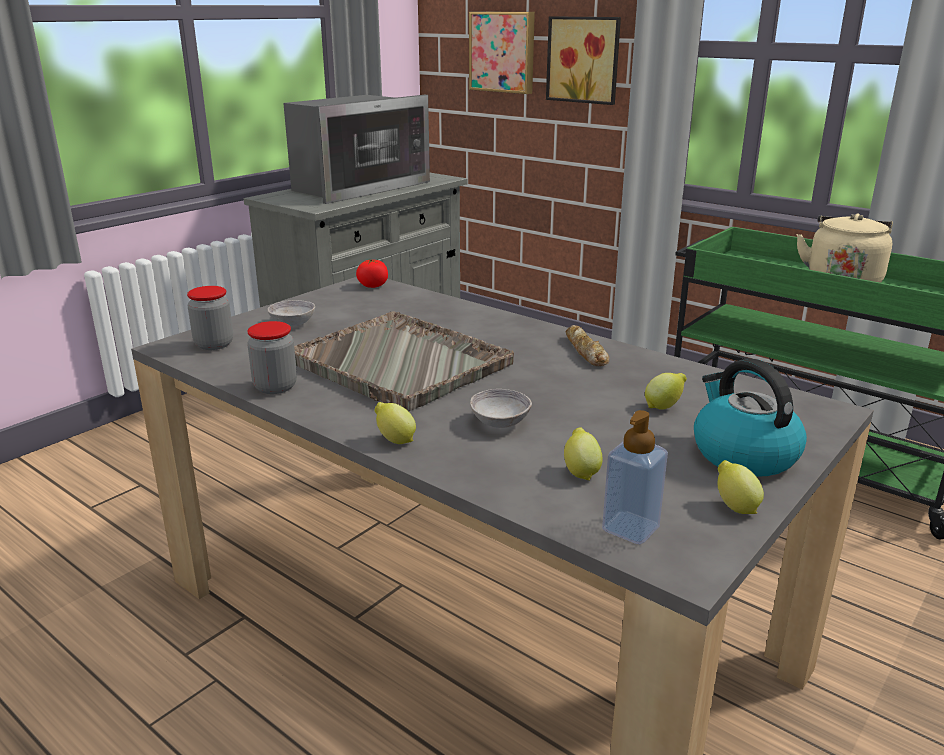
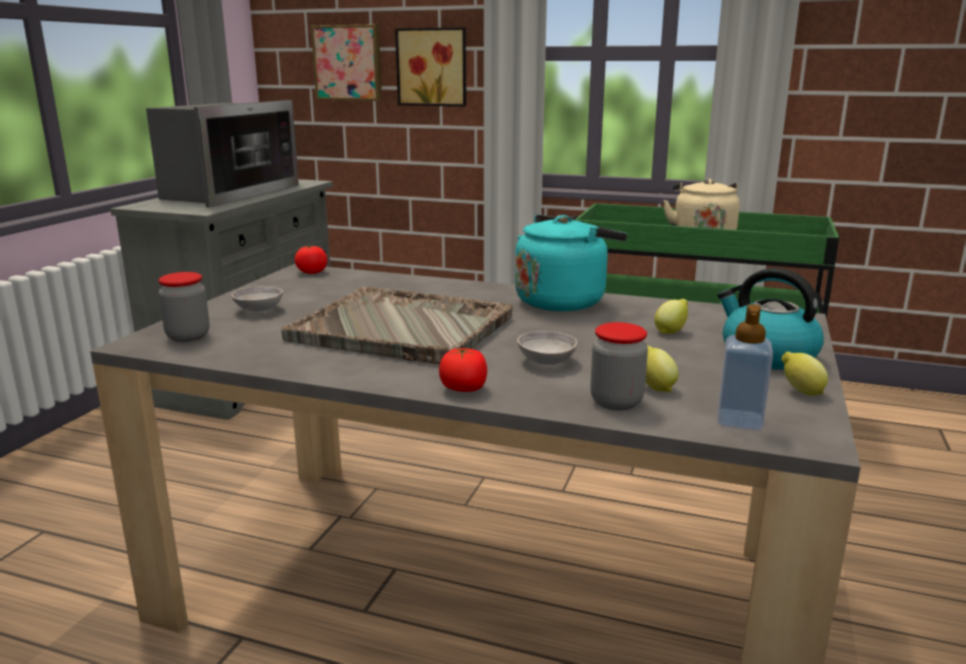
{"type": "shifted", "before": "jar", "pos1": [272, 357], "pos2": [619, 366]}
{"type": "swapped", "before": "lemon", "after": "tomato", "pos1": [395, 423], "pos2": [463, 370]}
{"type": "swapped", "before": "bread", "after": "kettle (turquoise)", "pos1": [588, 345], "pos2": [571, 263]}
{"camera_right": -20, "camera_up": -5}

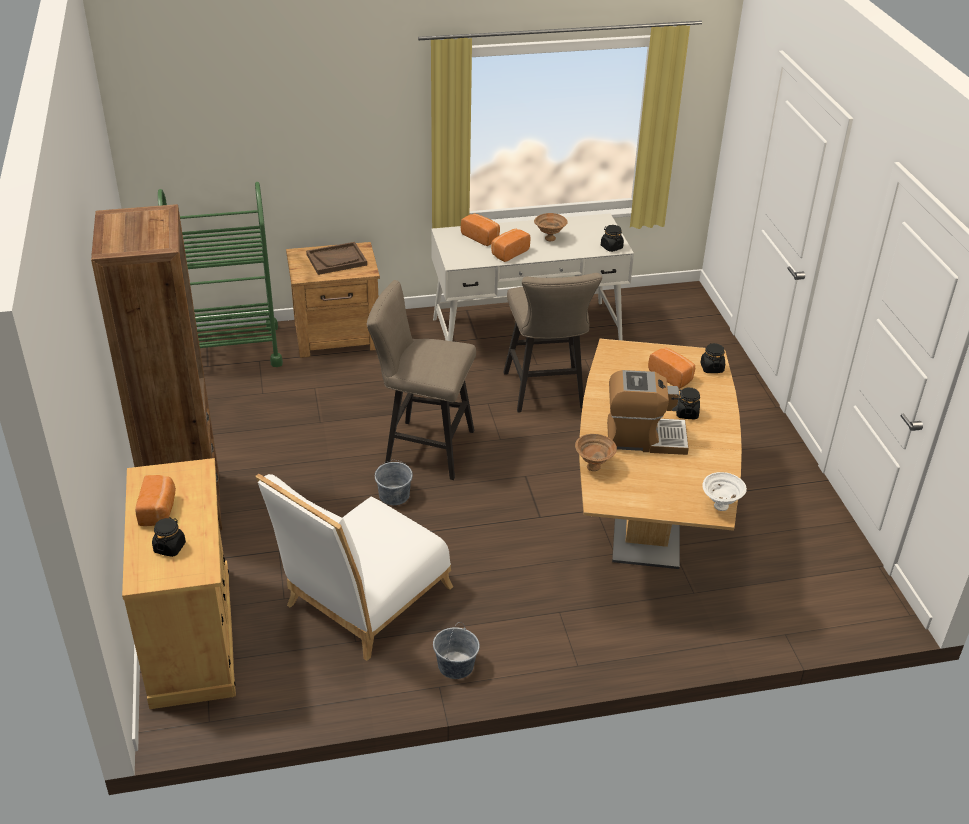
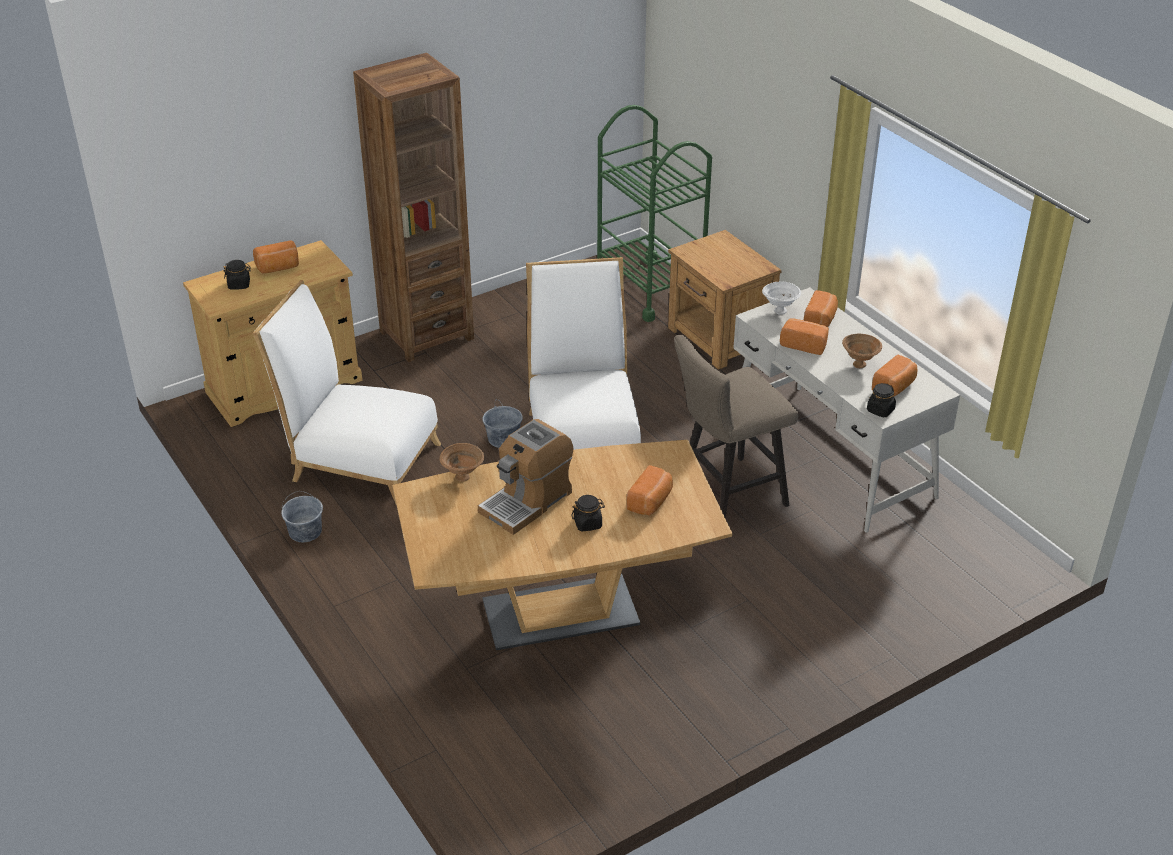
{"type": "gone", "before": "tray (brown)", "pos1": [336, 258]}
{"type": "swapped", "before": "stool (beige)", "after": "chair (white)", "pos1": [421, 380], "pos2": [583, 353]}
{"type": "rotated", "before": "coffee machine", "pos1": [648, 412], "pos2": [525, 477], "turn": 60}
{"type": "gone", "before": "jar (black)", "pos1": [712, 358]}
{"type": "shifted", "before": "bowl (white)", "pos1": [724, 491], "pos2": [781, 298]}
{"type": "new", "after": "bread", "pos2": [894, 376]}
{"camera_right": 70, "camera_up": 0}

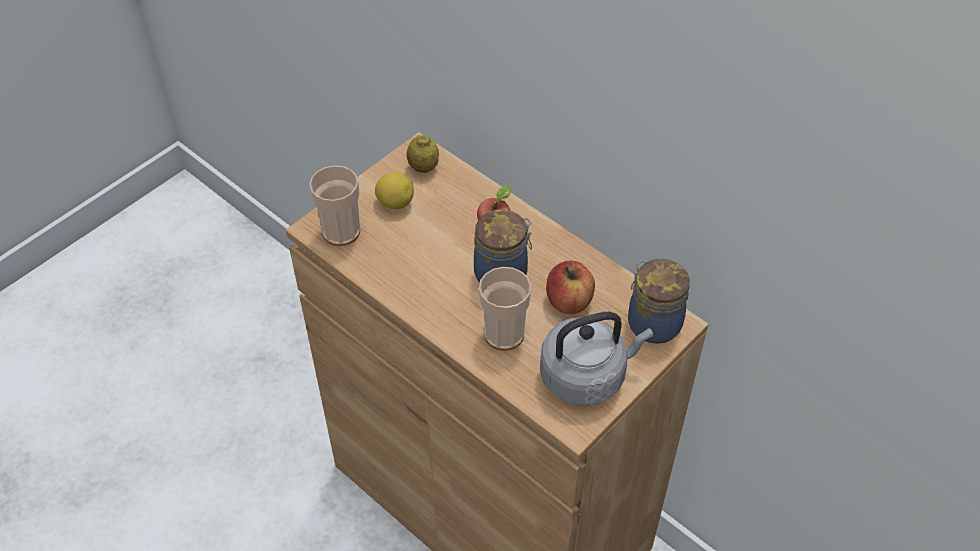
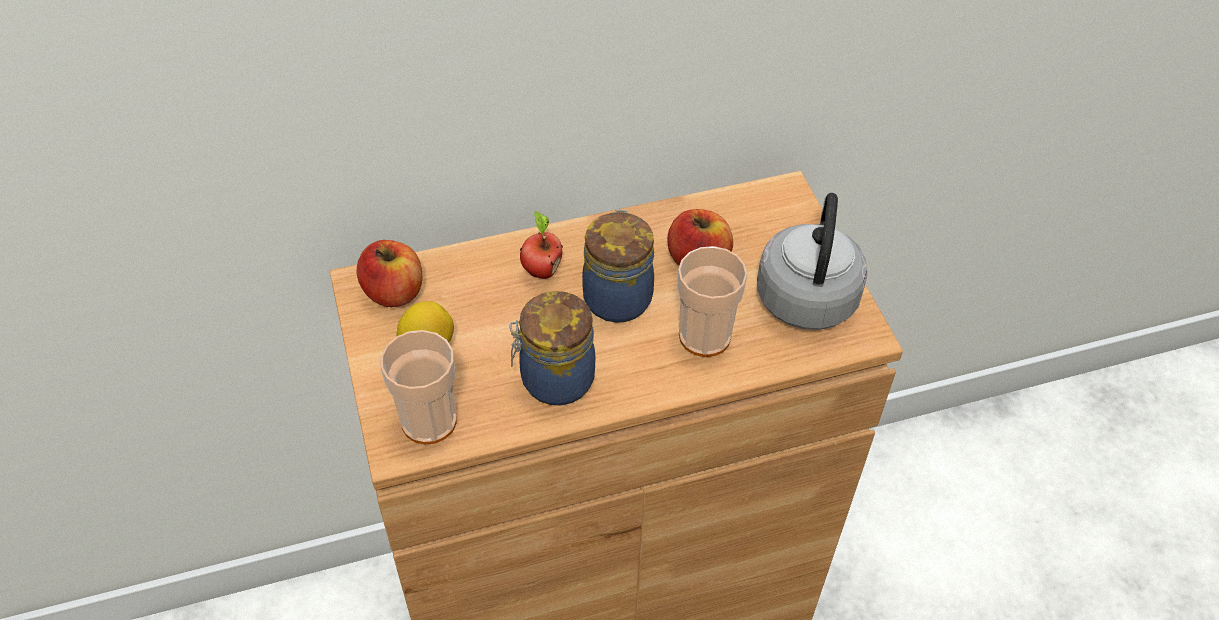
{"type": "swapped", "before": "lemon", "after": "apple", "pos1": [423, 154], "pos2": [389, 273]}
{"type": "shifted", "before": "jar", "pos1": [659, 301], "pos2": [552, 348]}
{"camera_right": -60, "camera_up": 0}

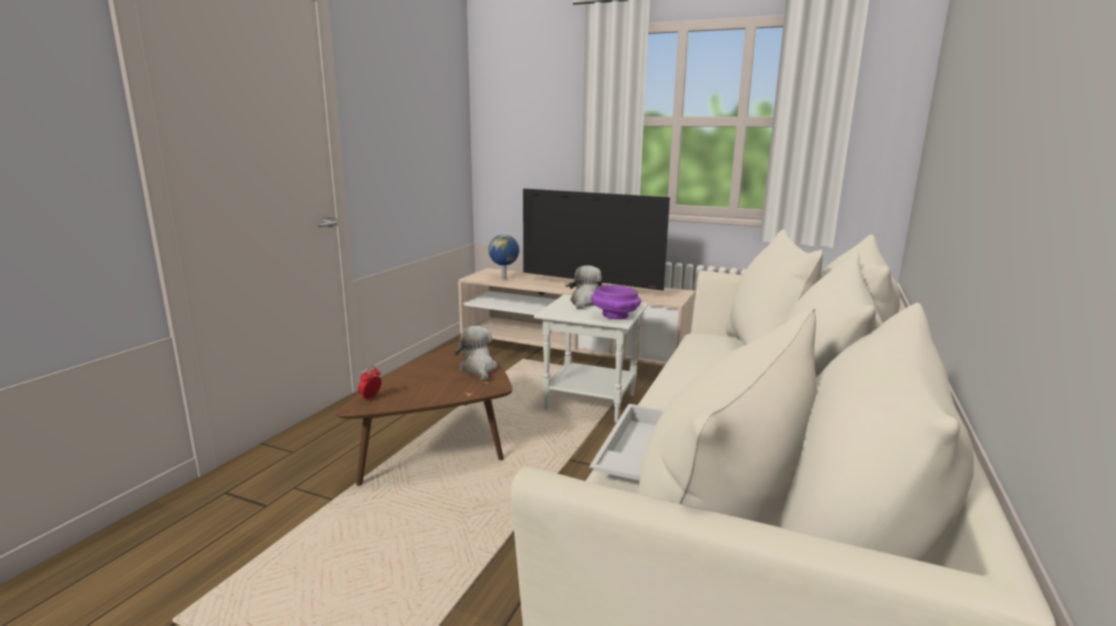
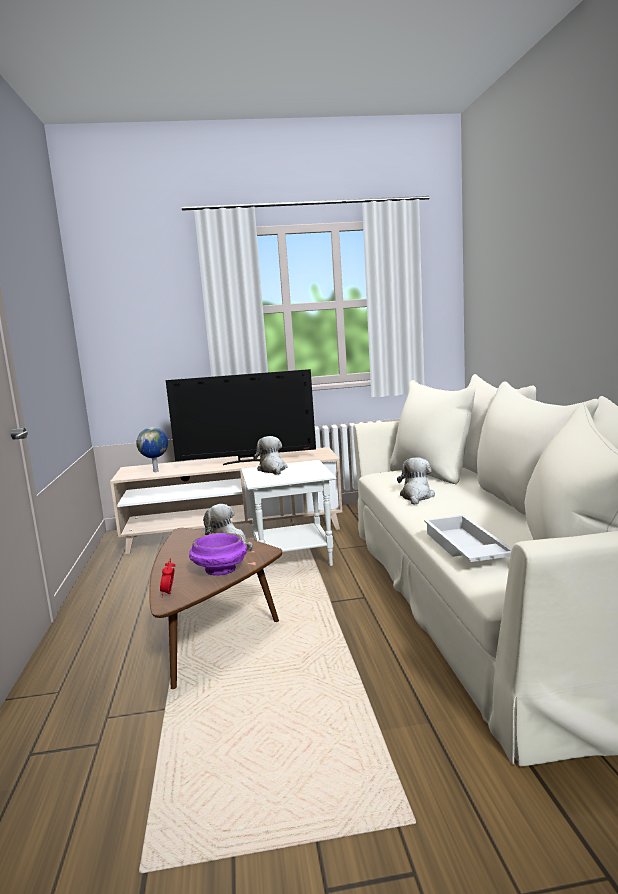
{"type": "shifted", "before": "bowl (purple)", "pos1": [616, 302], "pos2": [218, 554]}
{"type": "new", "after": "plush toy", "pos2": [416, 481]}
{"camera_right": -30, "camera_up": -5}

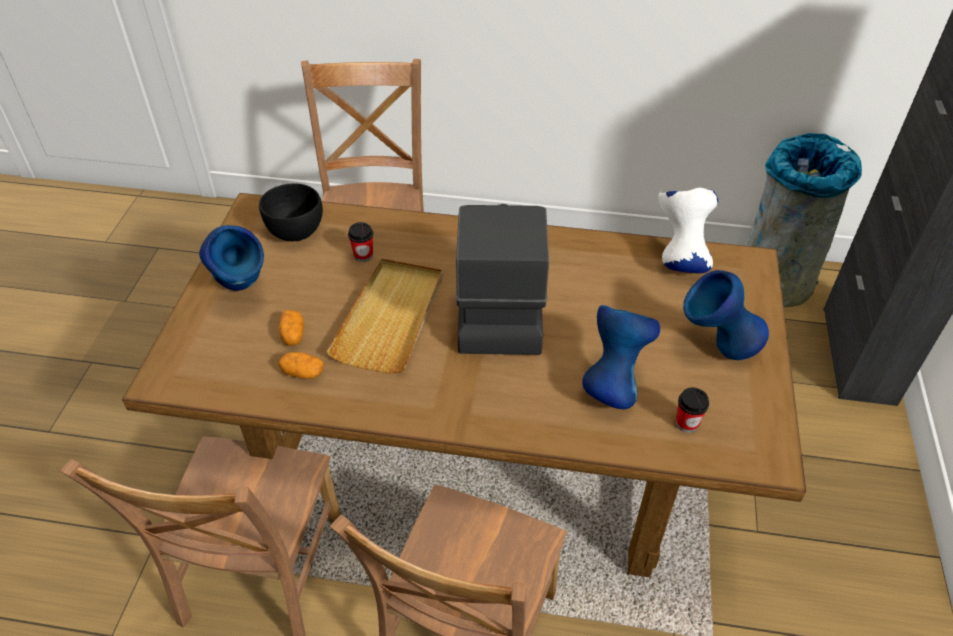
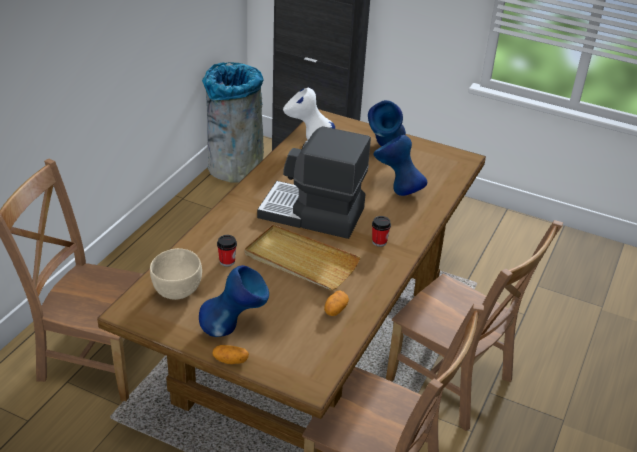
{"type": "repainted", "before": "bowl (black)", "after": "bowl (beige)", "pos1": [291, 212], "pos2": [176, 274]}
{"type": "shifted", "before": "potato", "pos1": [291, 328], "pos2": [231, 354]}
{"type": "shifted", "before": "cup", "pos1": [692, 410], "pos2": [381, 231]}
{"camera_right": -75, "camera_up": -10}

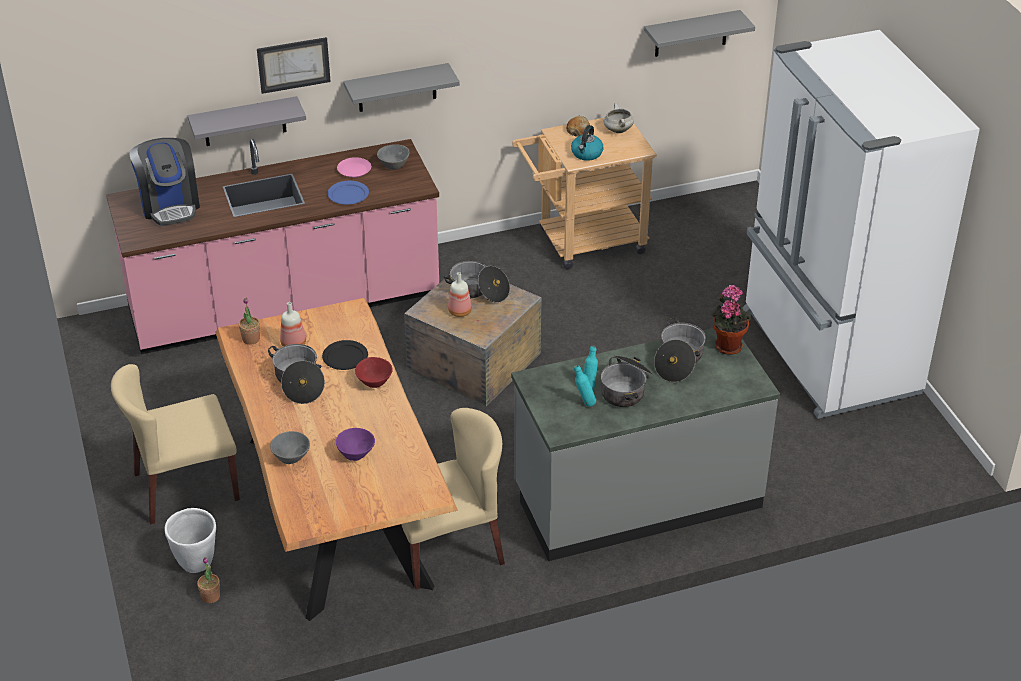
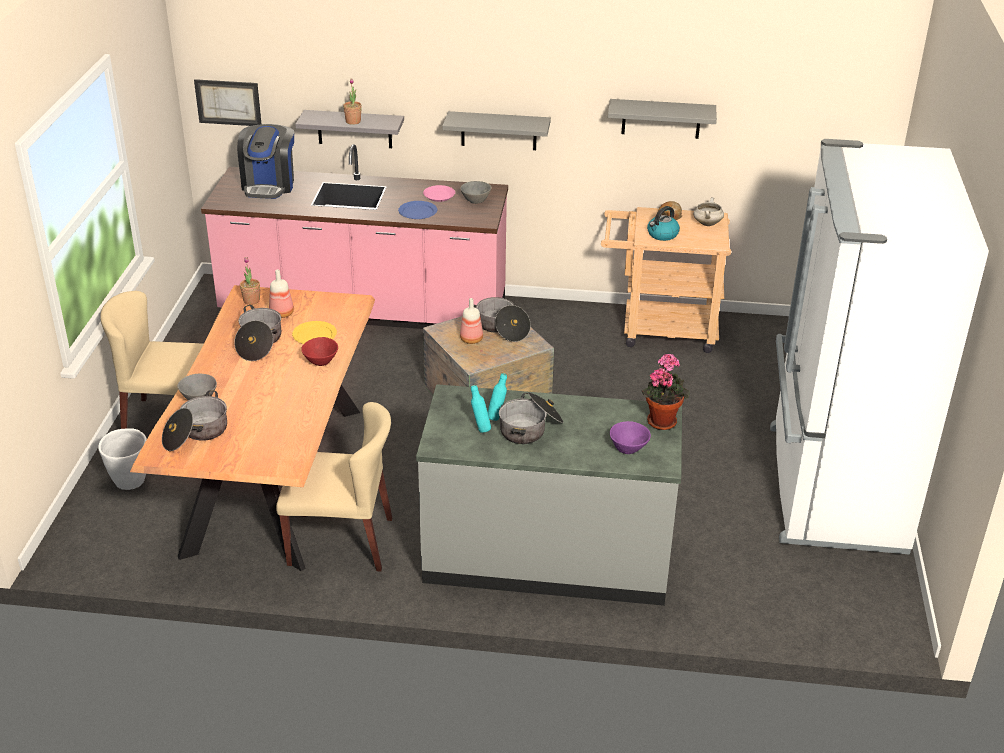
{"type": "shifted", "before": "potted plant", "pos1": [208, 580], "pos2": [352, 101]}
{"type": "shifted", "before": "picture", "pos1": [294, 65], "pos2": [227, 102]}
{"type": "repainted", "before": "plate (black)", "after": "plate (yellow)", "pos1": [345, 355], "pos2": [314, 332]}
{"type": "shifted", "before": "bowl (purple)", "pos1": [355, 444], "pos2": [630, 437]}
{"type": "shifted", "before": "shelf (grey)", "pos1": [699, 33], "pos2": [662, 119]}
{"type": "shifted", "before": "cooking pot", "pos1": [680, 349], "pos2": [194, 420]}
{"camera_right": 25, "camera_up": -5}

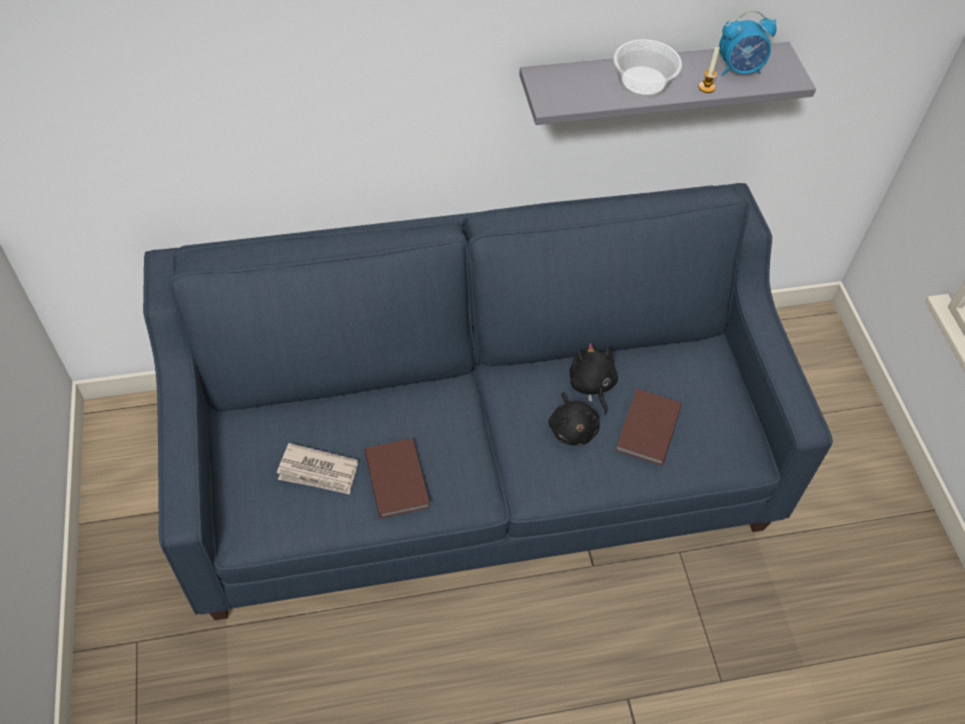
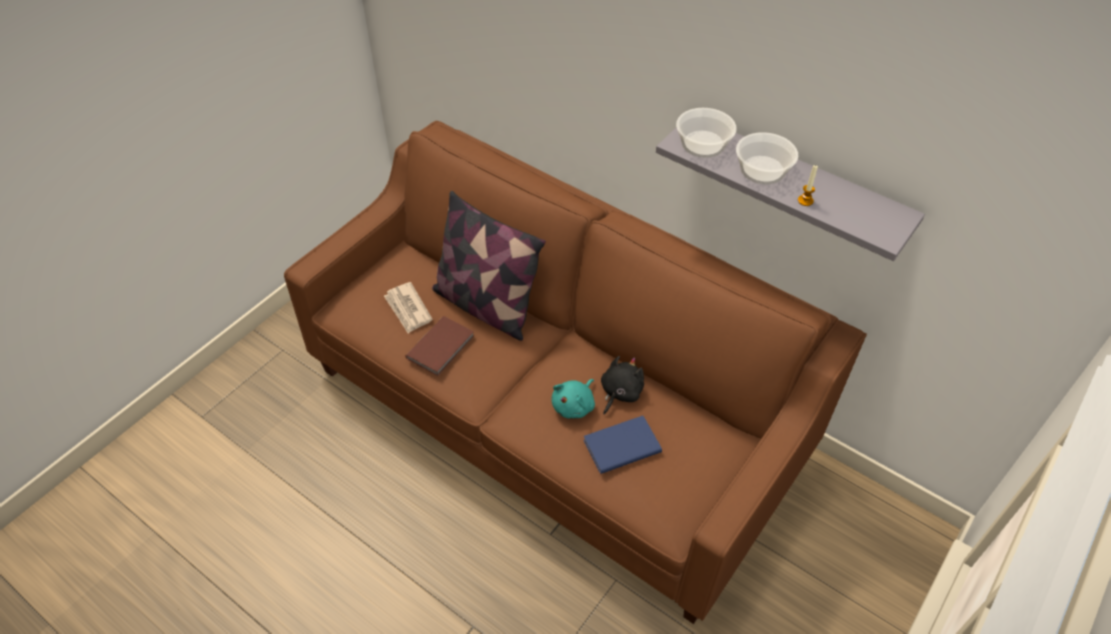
{"type": "repainted", "before": "sofa (blue)", "after": "sofa (brown)", "pos1": [488, 401], "pos2": [575, 372]}
{"type": "repainted", "before": "plush toy (black)", "after": "plush toy (turquoise)", "pos1": [574, 419], "pos2": [573, 399]}
{"type": "repainted", "before": "book (brown)", "after": "book (blue)", "pos1": [648, 427], "pos2": [622, 445]}
{"type": "gone", "before": "alarm clock", "pos1": [748, 43]}
{"type": "new", "after": "pillow", "pos2": [489, 266]}
{"type": "new", "after": "bowl", "pos2": [706, 133]}
{"camera_right": 50, "camera_up": -5}

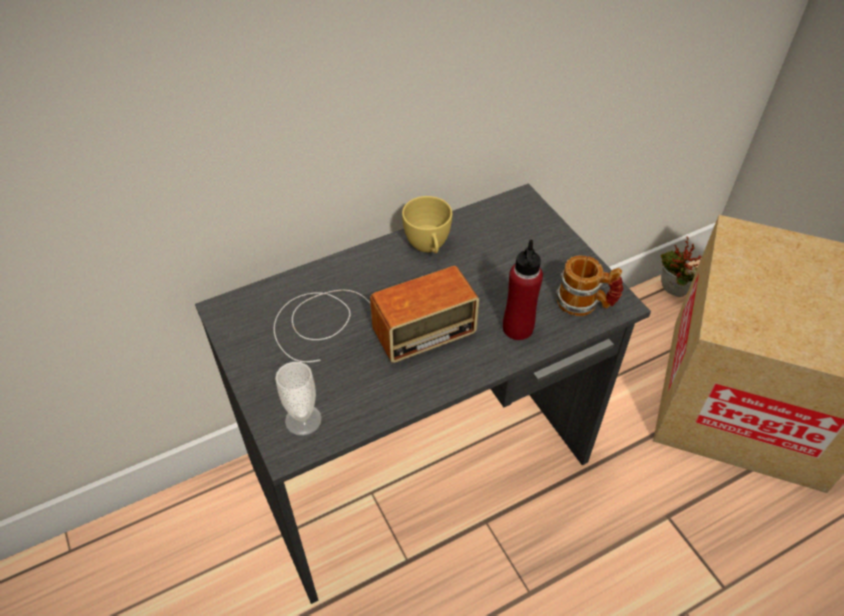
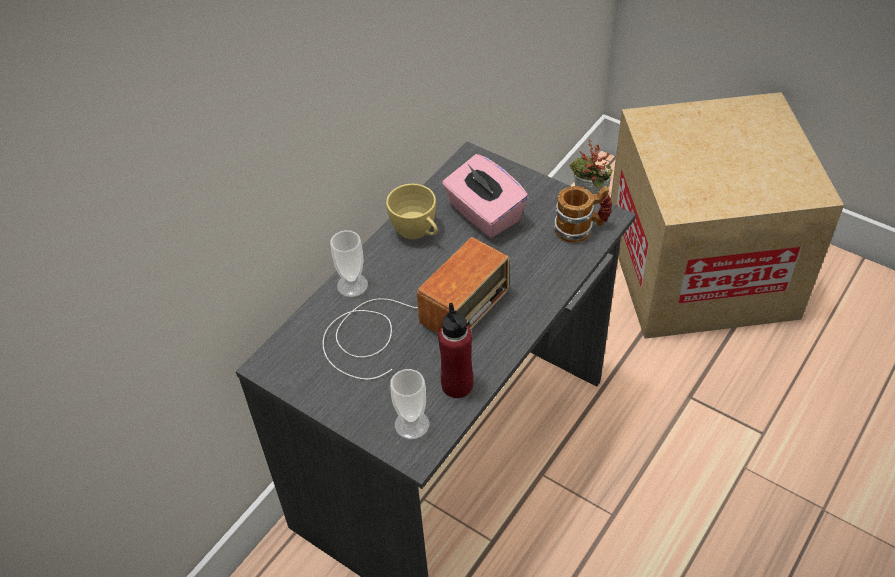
{"type": "shifted", "before": "bottle (red)", "pos1": [523, 290], "pos2": [455, 350]}
{"type": "new", "after": "cup", "pos2": [349, 263]}
{"type": "new", "after": "tissue box (pink)", "pos2": [485, 196]}
{"camera_right": -25, "camera_up": 0}

